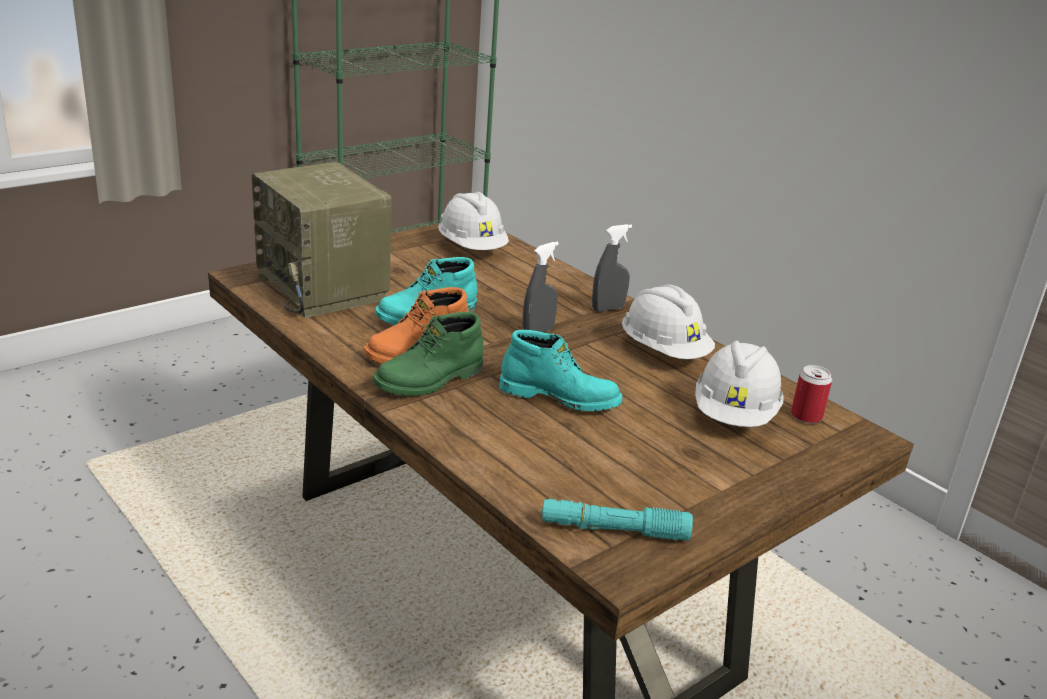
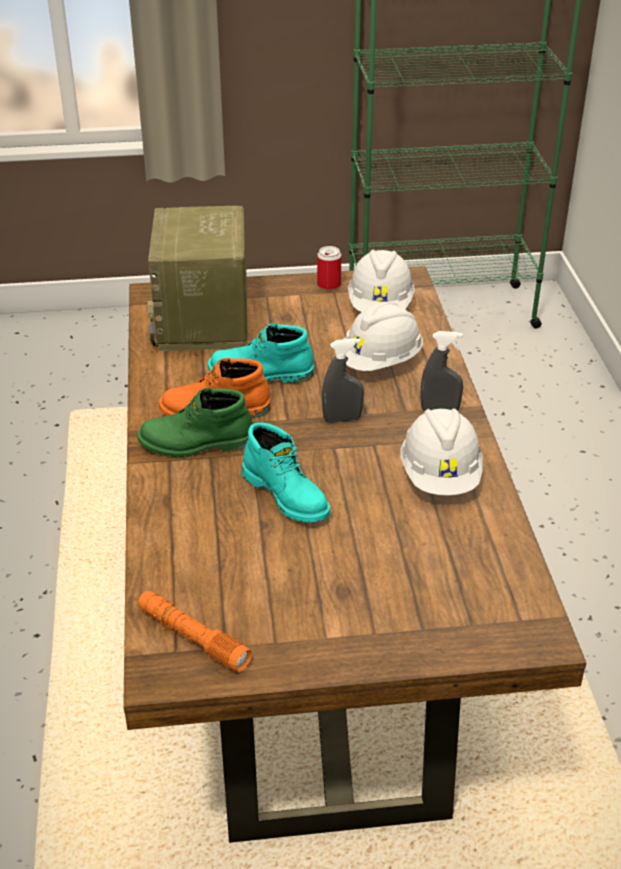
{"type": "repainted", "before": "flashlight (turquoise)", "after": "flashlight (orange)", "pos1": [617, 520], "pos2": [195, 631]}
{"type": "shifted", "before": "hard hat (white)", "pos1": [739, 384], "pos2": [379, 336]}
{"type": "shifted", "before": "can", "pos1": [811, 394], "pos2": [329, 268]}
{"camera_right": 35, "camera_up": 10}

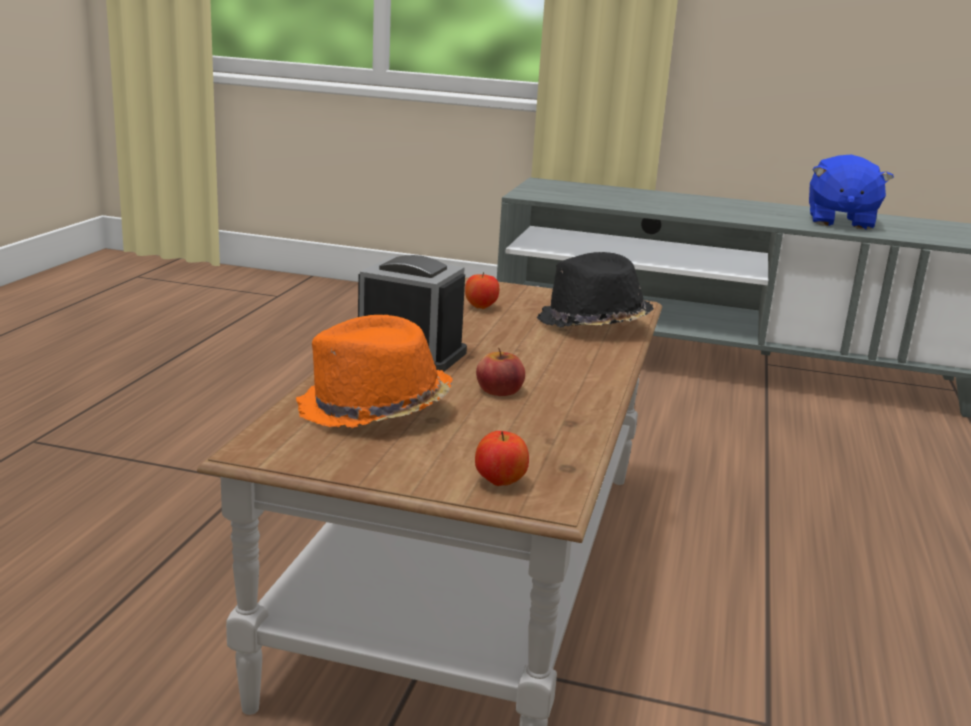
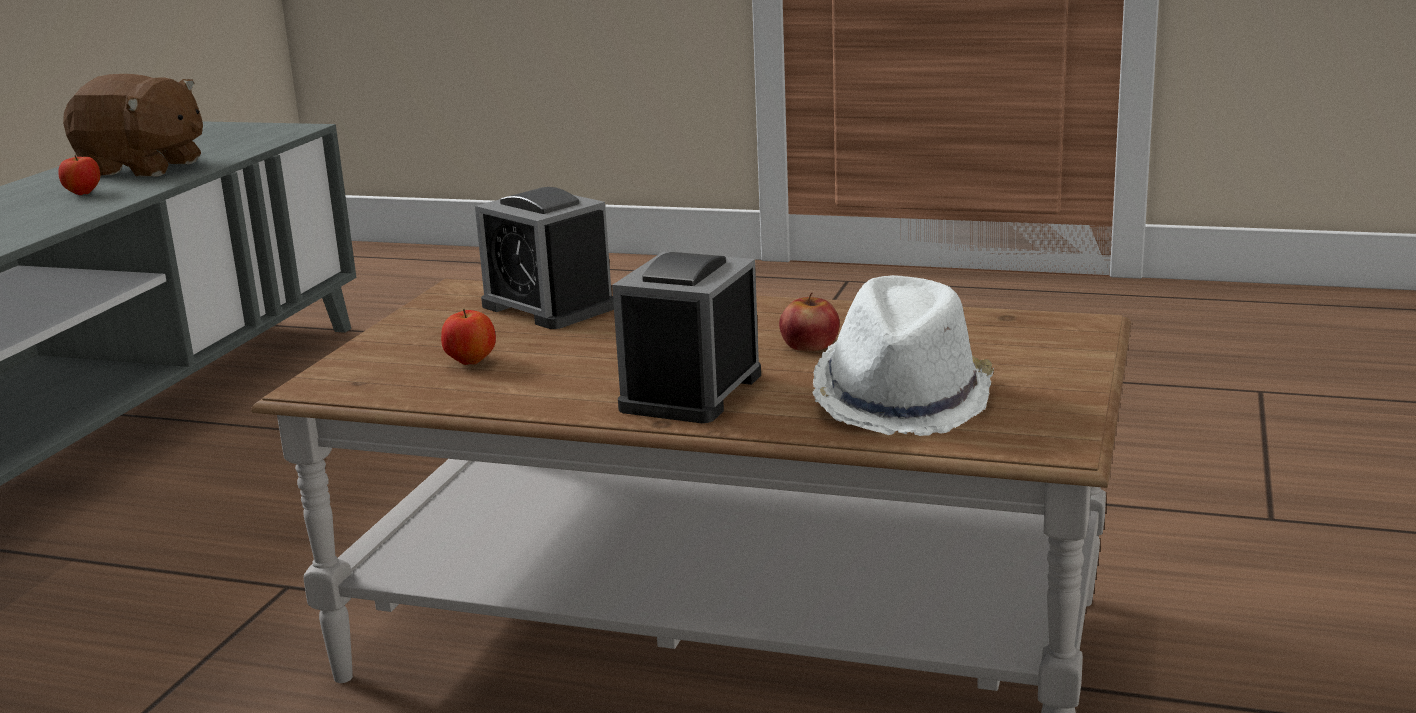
{"type": "repainted", "before": "hat (orange)", "after": "hat (white)", "pos1": [374, 371], "pos2": [903, 355]}
{"type": "shifted", "before": "apple", "pos1": [502, 458], "pos2": [79, 175]}
{"type": "swapped", "before": "hat (black)", "after": "alarm clock", "pos1": [595, 290], "pos2": [544, 258]}
{"type": "repainted", "before": "plush toy (blue)", "after": "plush toy (brown)", "pos1": [851, 192], "pos2": [133, 125]}
{"camera_right": -85, "camera_up": 0}

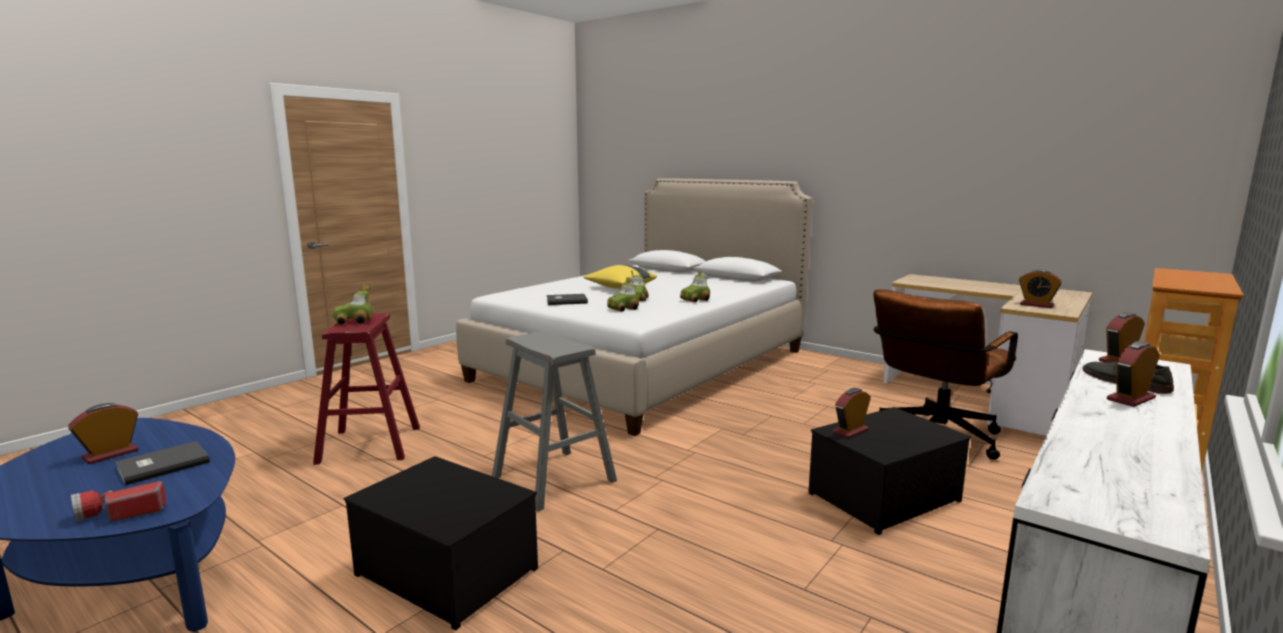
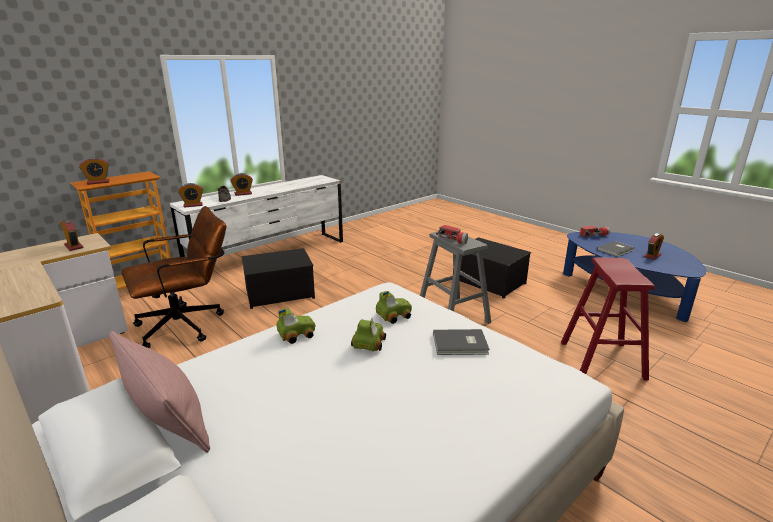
{"type": "gone", "before": "toy car", "pos1": [353, 304]}
{"type": "gone", "before": "pillow (yellow)", "pos1": [620, 277]}
{"type": "shifted", "before": "alarm clock", "pos1": [852, 413], "pos2": [94, 171]}
{"type": "new", "after": "pillow (pink)", "pos2": [159, 392]}
{"type": "new", "after": "flashlight", "pos2": [452, 235]}
{"camera_right": -170, "camera_up": 10}

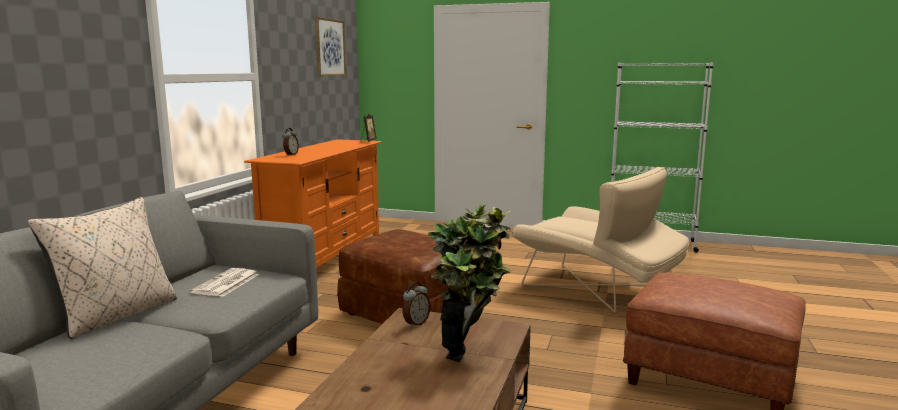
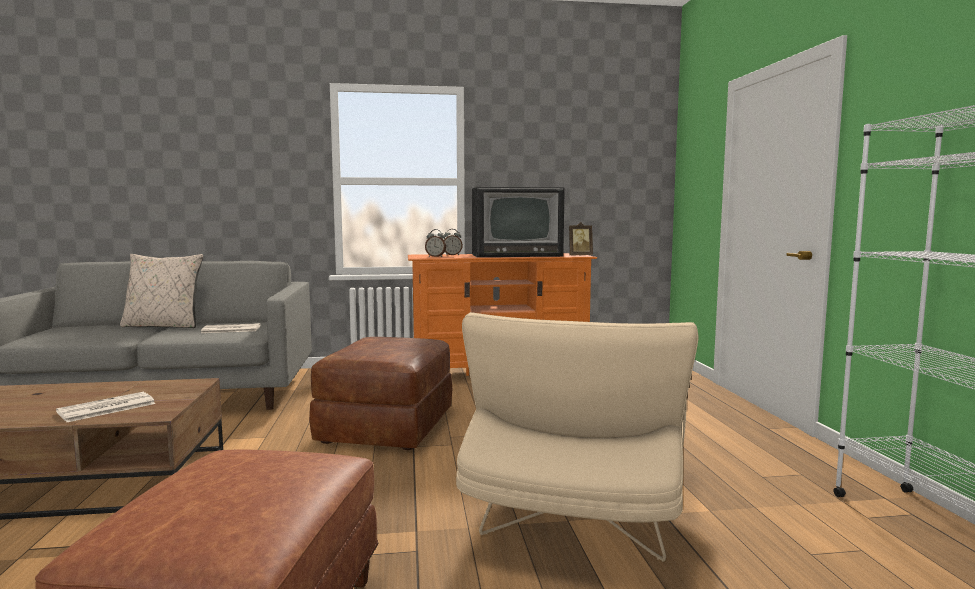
{"type": "gone", "before": "picture", "pos1": [330, 46]}
{"type": "shifted", "before": "alarm clock", "pos1": [417, 305], "pos2": [435, 243]}
{"type": "swapped", "before": "potted plant", "after": "newspaper", "pos1": [470, 283], "pos2": [106, 407]}
{"type": "new", "after": "television", "pos2": [518, 222]}
{"camera_right": 65, "camera_up": -5}

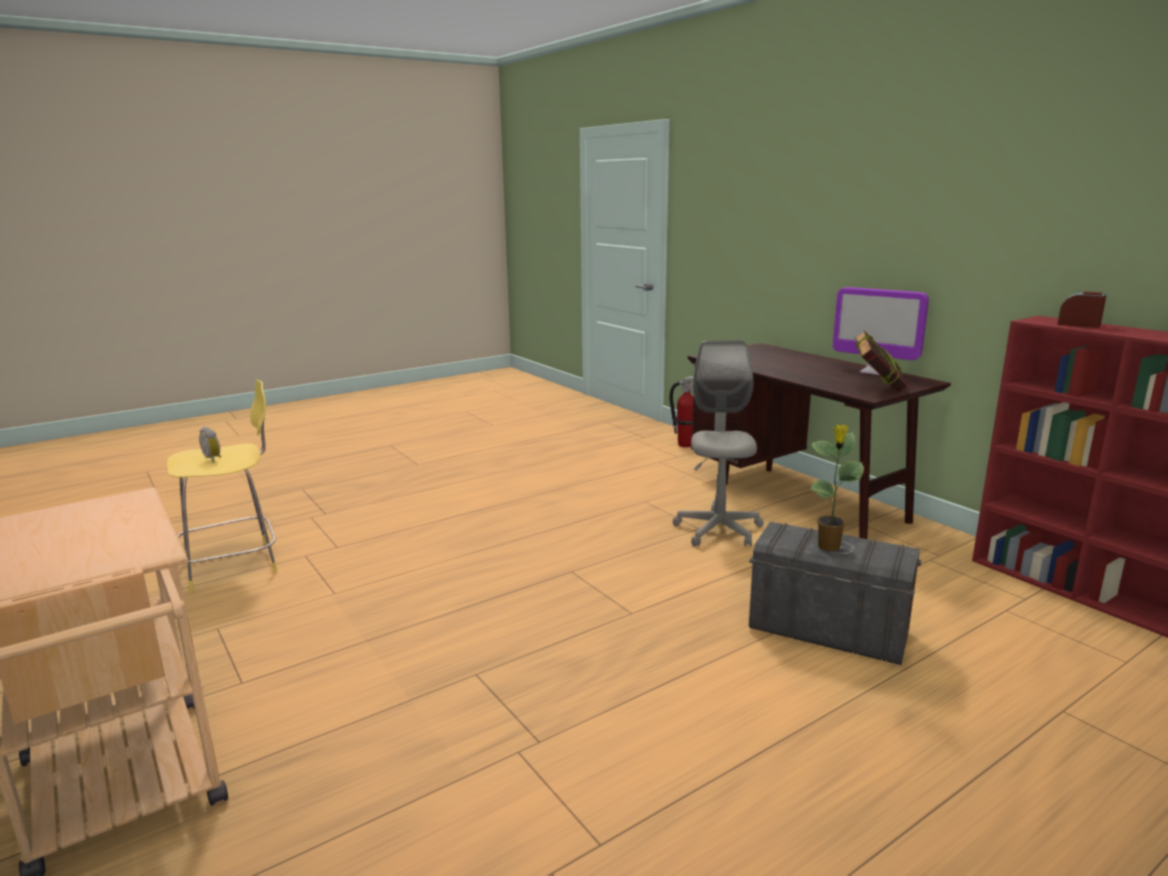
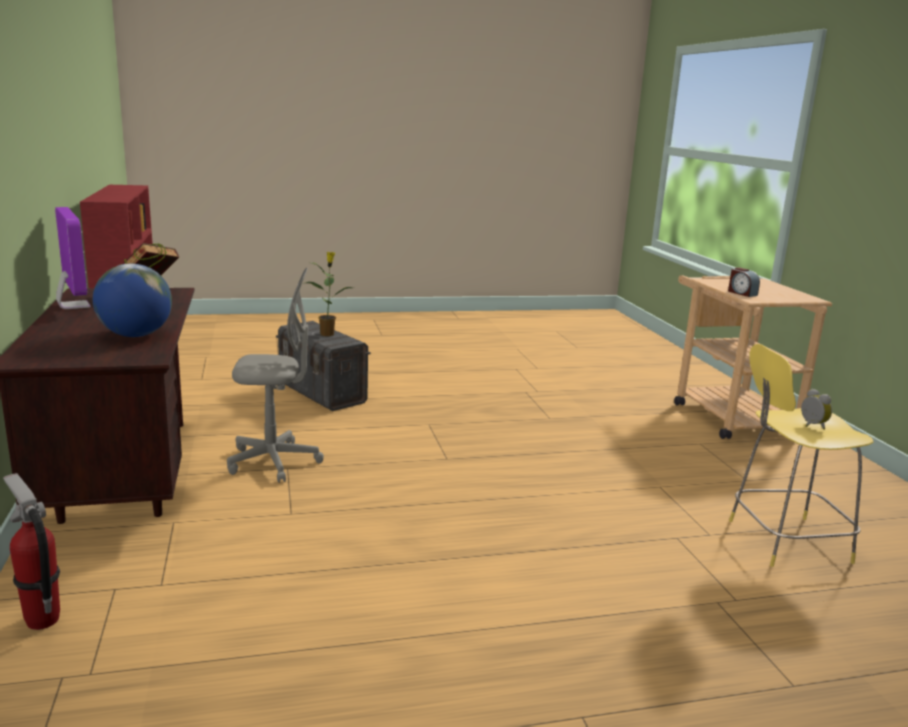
{"type": "rotated", "before": "office chair (grey)", "pos1": [718, 443], "pos2": [275, 375], "turn": -120}
{"type": "shifted", "before": "alarm clock", "pos1": [1082, 310], "pos2": [744, 282]}
{"type": "new", "after": "globe", "pos2": [132, 300]}
{"camera_right": -160, "camera_up": 0}

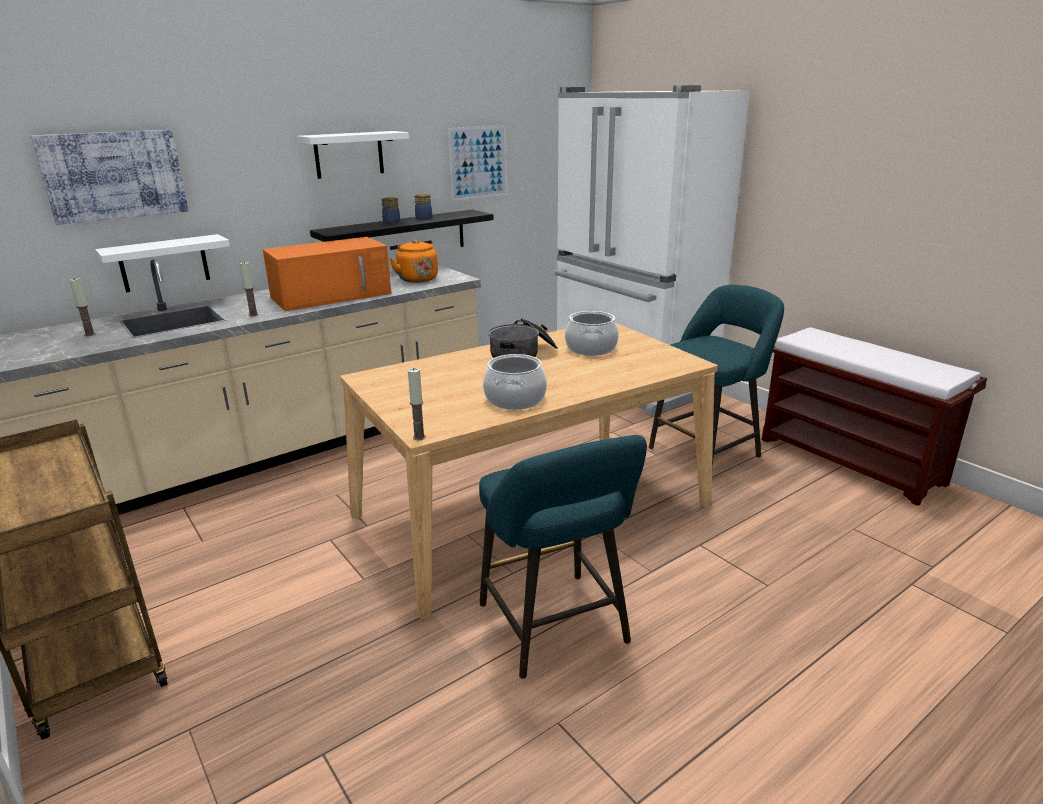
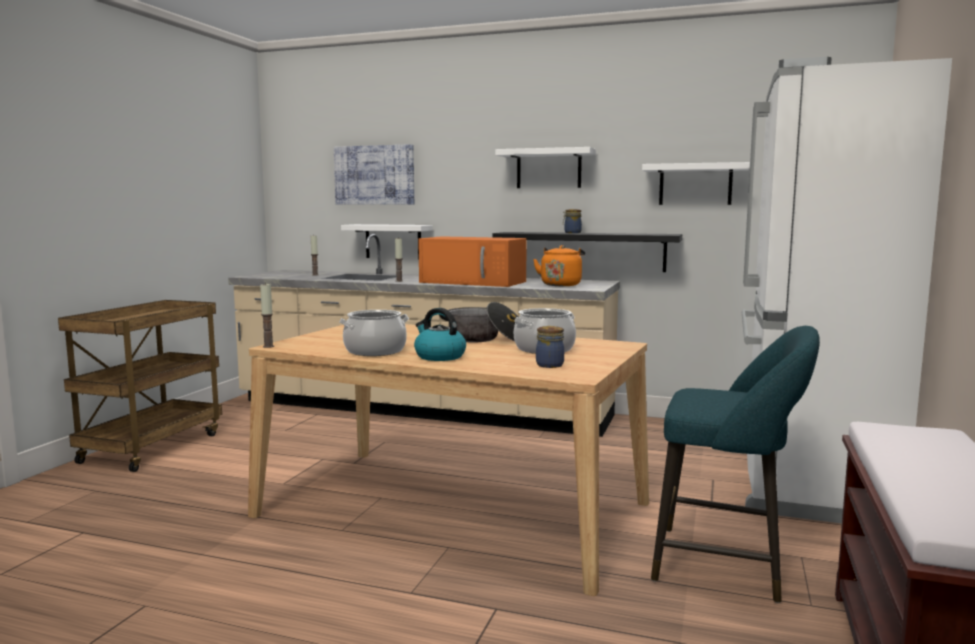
{"type": "shifted", "before": "jar", "pos1": [423, 207], "pos2": [550, 347]}
{"type": "swapped", "before": "picture", "after": "shelf (white)", "pos1": [477, 163], "pos2": [696, 183]}
{"type": "gone", "before": "stool (turquoise)", "pos1": [563, 557]}
{"type": "new", "after": "kettle", "pos2": [440, 334]}
{"camera_right": 55, "camera_up": -15}

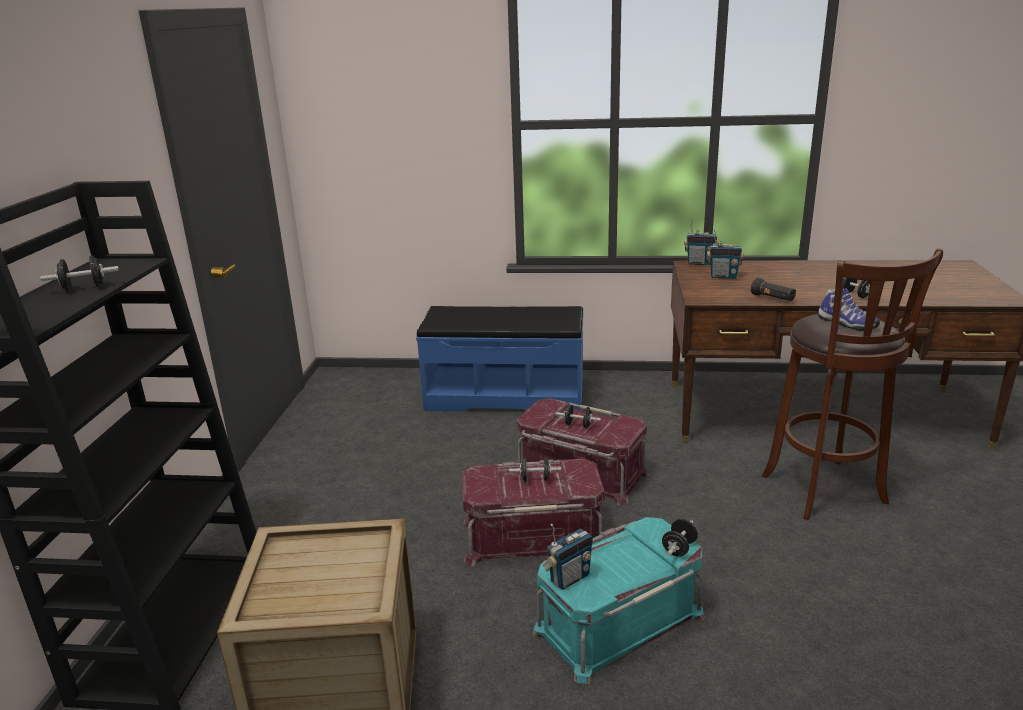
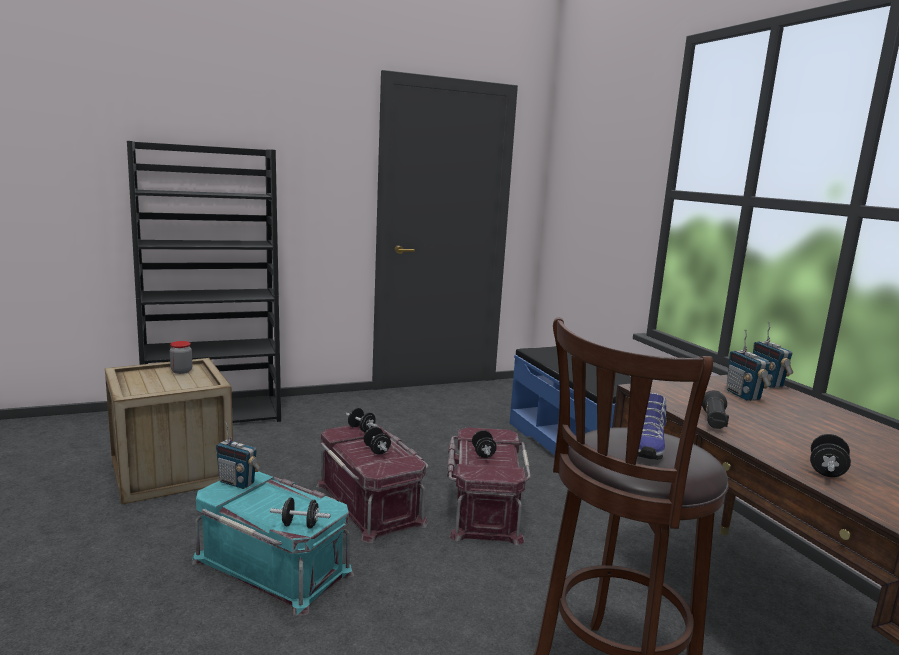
{"type": "shifted", "before": "dumbbell (black)", "pos1": [79, 273], "pos2": [362, 420]}
{"type": "new", "after": "jar", "pos2": [181, 357]}
{"camera_right": 60, "camera_up": -10}

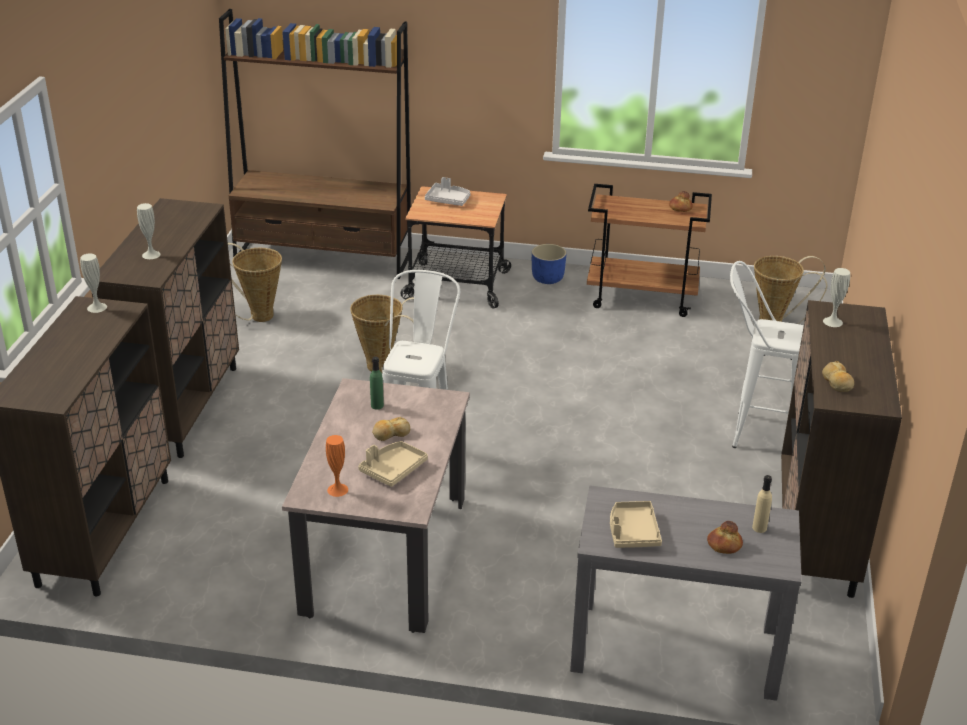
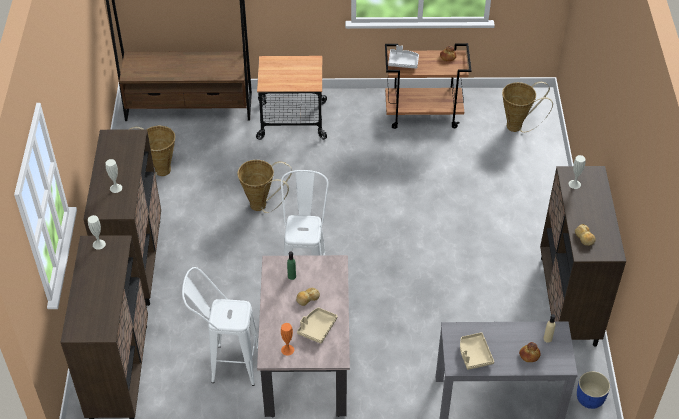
{"type": "shifted", "before": "tray (grey)", "pos1": [448, 191], "pos2": [403, 57]}
{"type": "shifted", "before": "planter (blue)", "pos1": [549, 264], "pos2": [593, 390]}
{"type": "shifted", "before": "stool (white)", "pos1": [767, 354], "pos2": [220, 326]}
{"camera_right": -10, "camera_up": 15}

